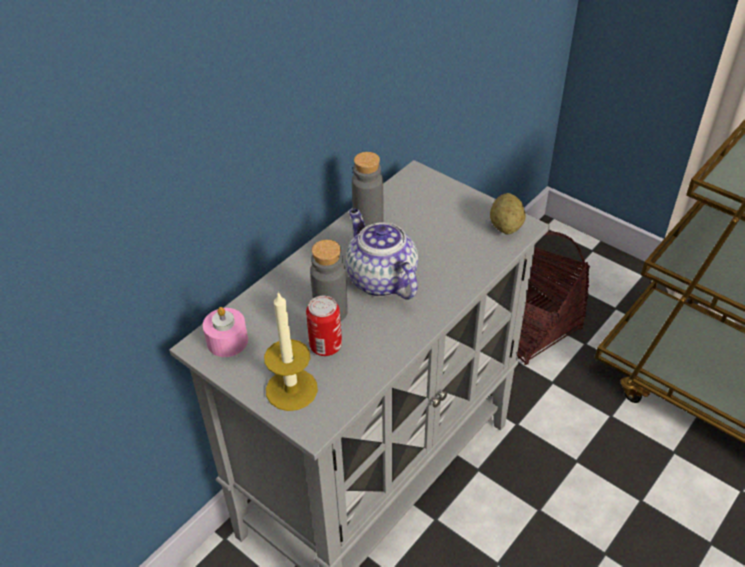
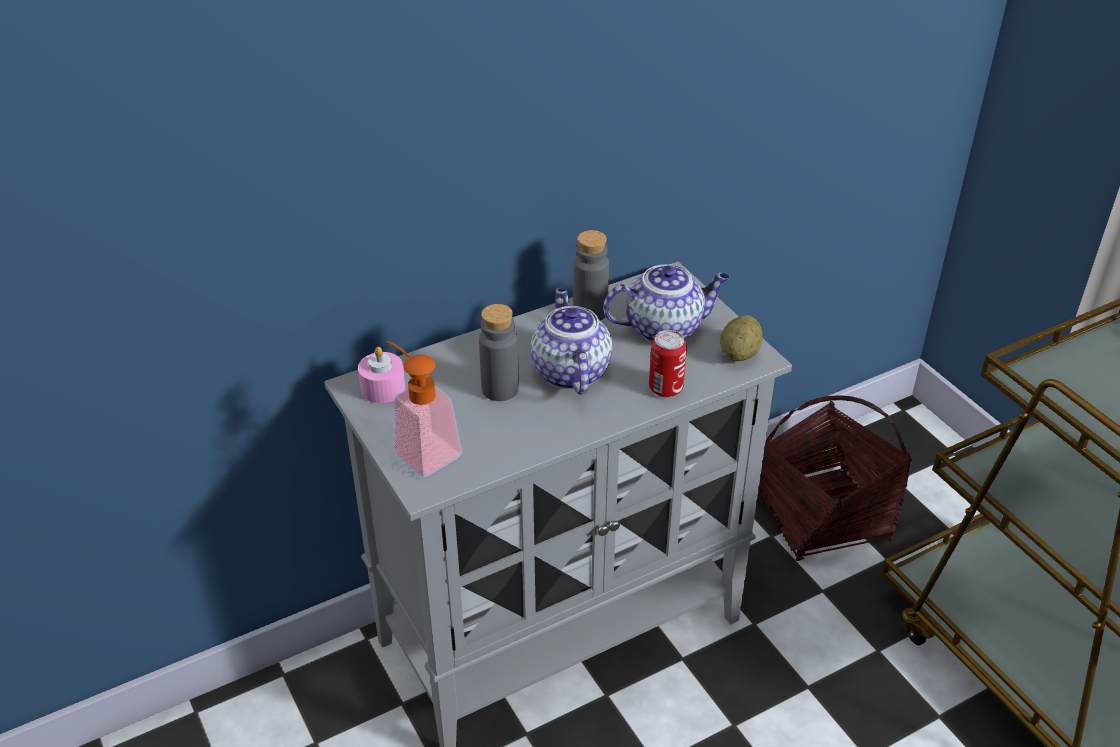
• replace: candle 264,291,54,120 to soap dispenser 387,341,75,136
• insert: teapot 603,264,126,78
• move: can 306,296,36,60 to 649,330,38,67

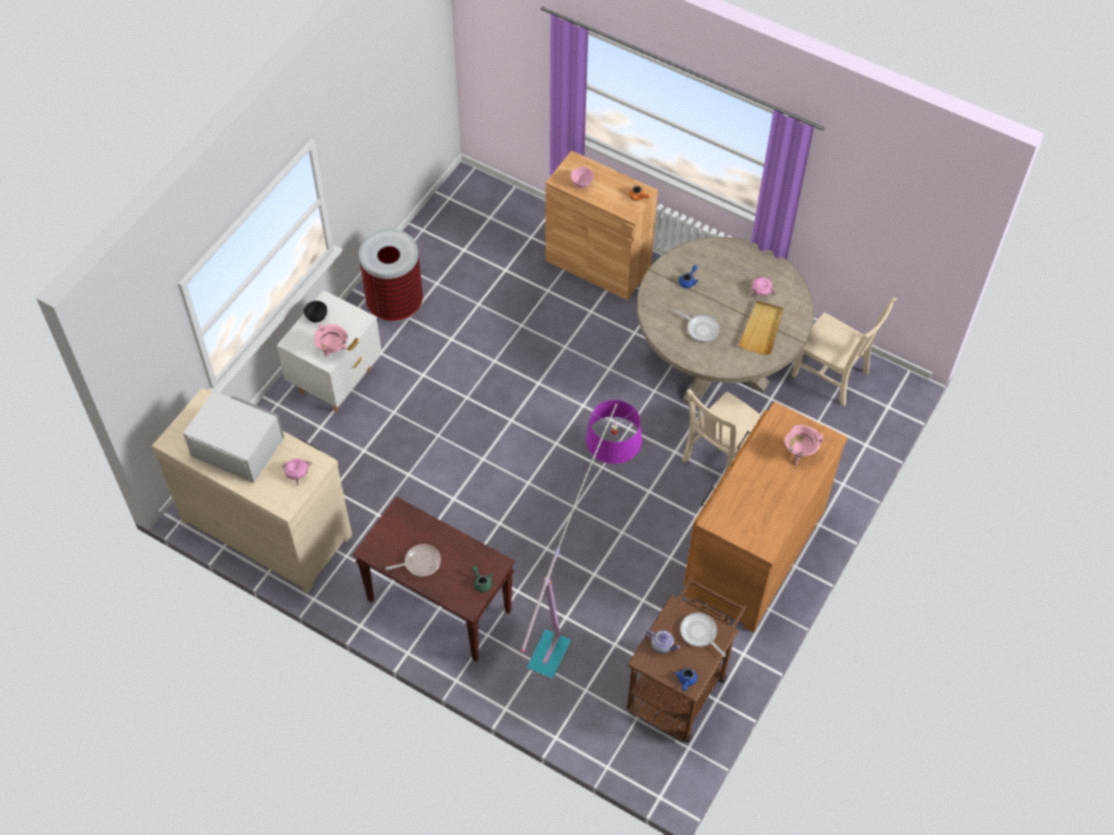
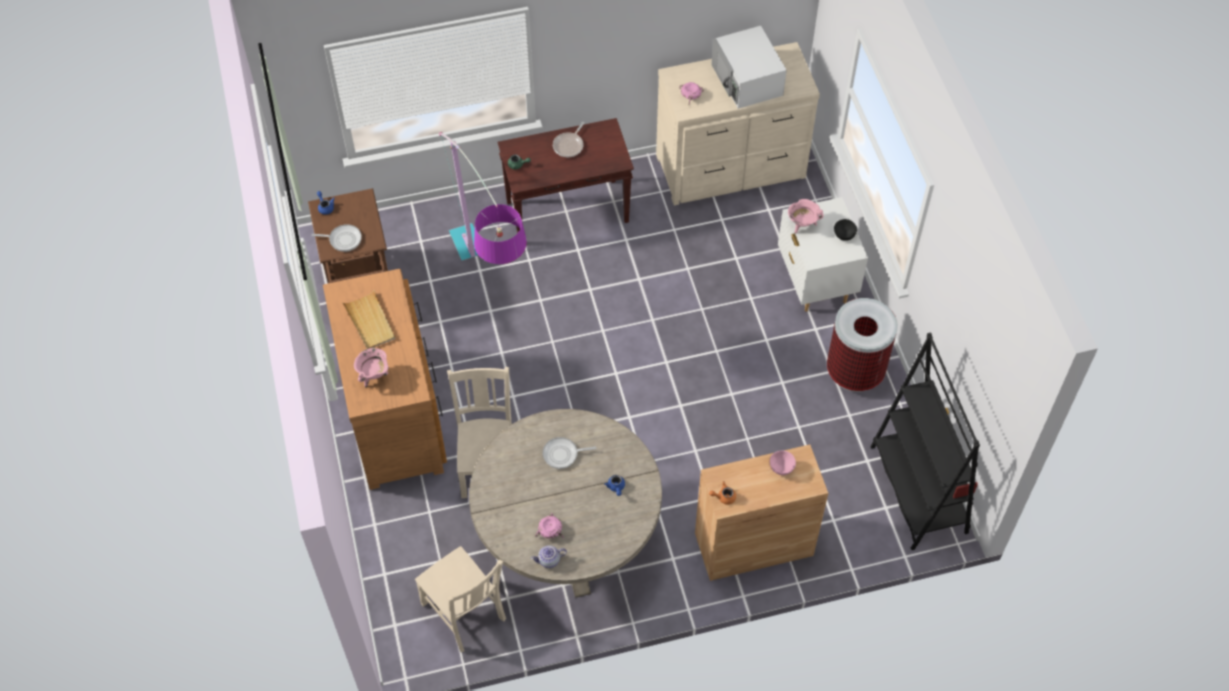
• move: beige tray 739,301,45,54 to 342,290,54,59
• rotate: beige chair 791,298,106,108 = 415,546,91,106 120 degrees counterclockwise
• move: teapot 646,630,34,24 to 531,545,36,23
• rotate: white microwave 183,390,101,93 = 711,26,76,83 90 degrees clockwise
• insert: black bookcase 870,332,110,218

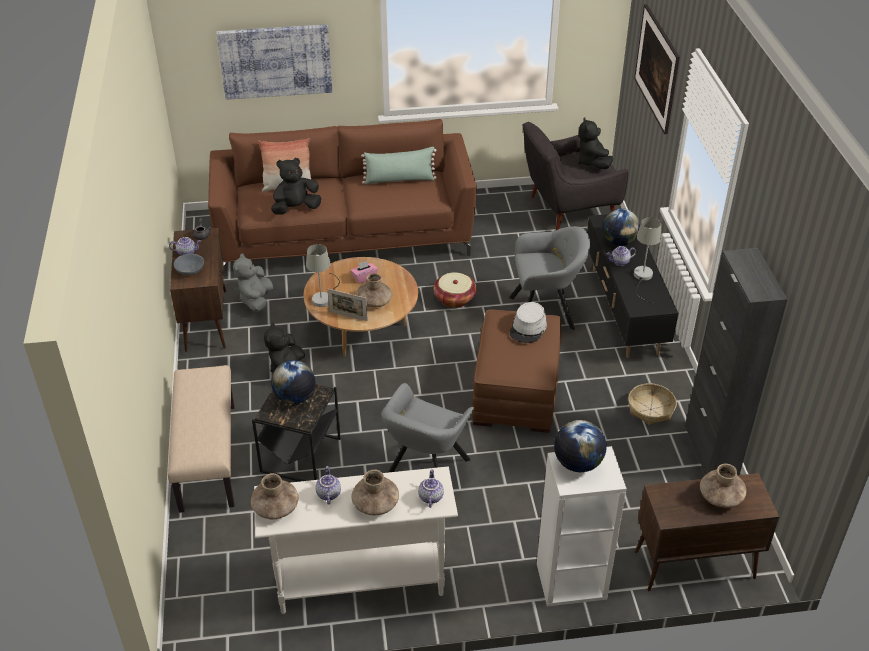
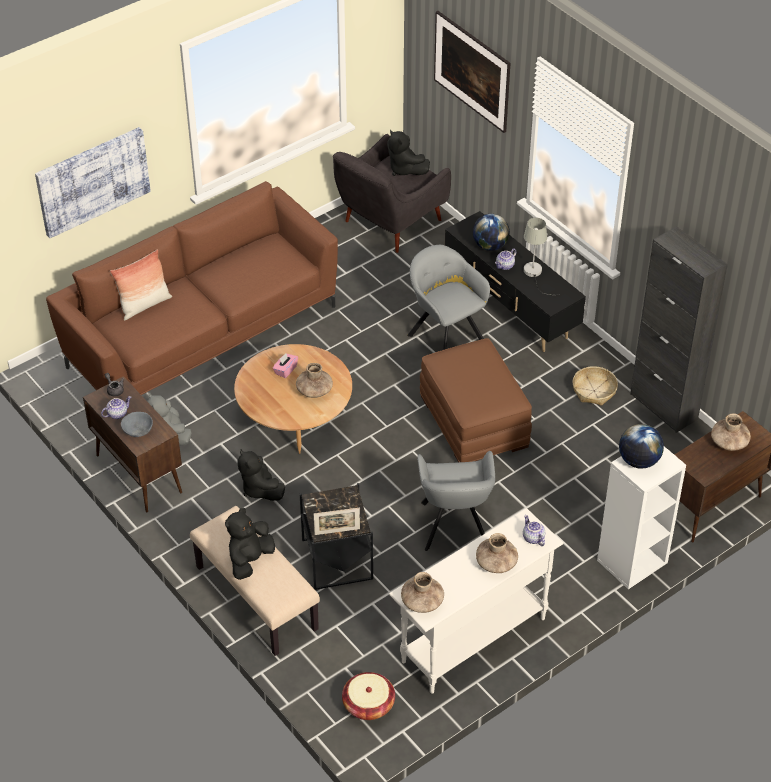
• move: black plush toy 271,158,50,56 to 225,507,50,73
• move: picture frame 327,289,41,32 to 314,508,46,27
• move: basket 433,272,44,36 to 342,672,53,48
• rotate: grey armchair 509,226,81,104 = 407,245,83,105 90 degrees counterclockwise
• delete: globe 271,360,44,44
• delete: grey table lamp 306,244,34,63
• delete: teapot 316,466,25,38
• delete: green pillow 361,147,76,37
• delete: grey hat 510,302,37,41

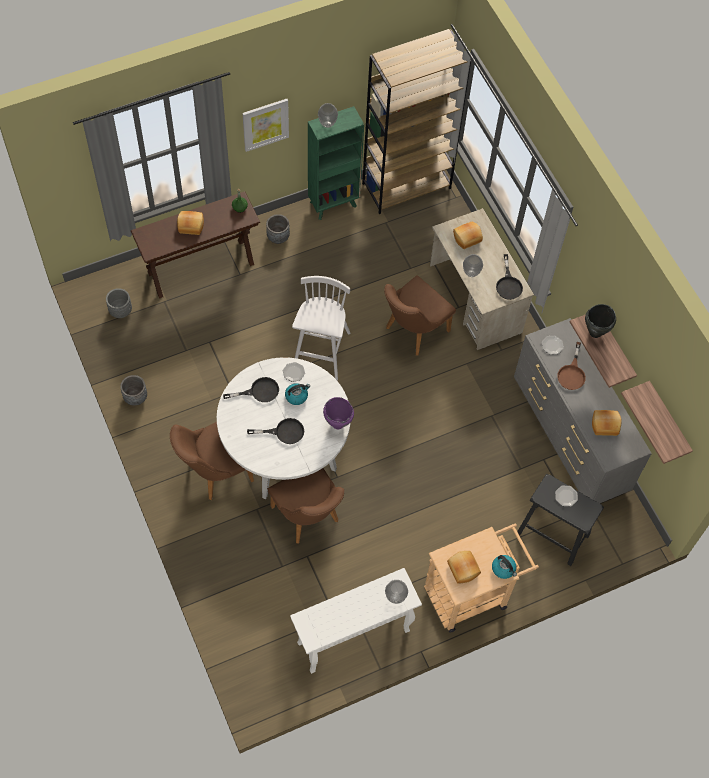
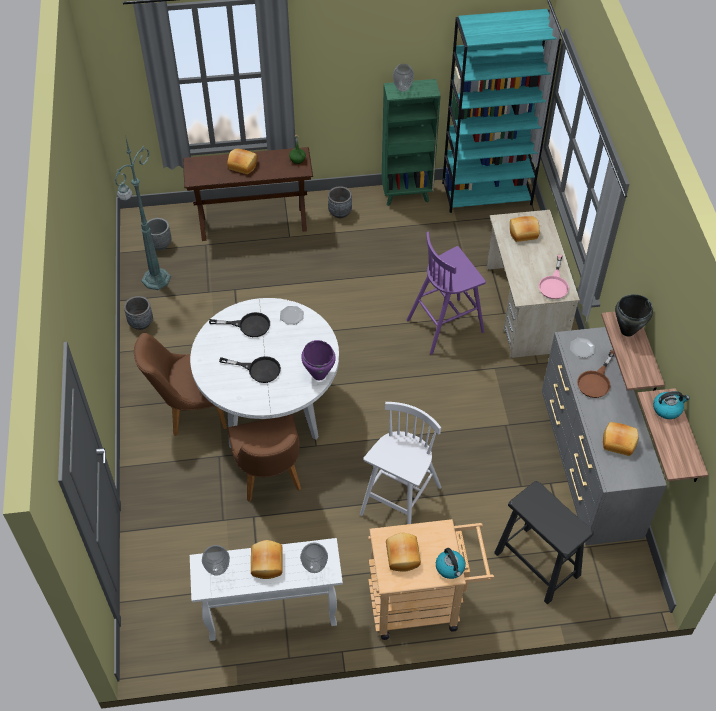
• insert: green floor lamp 115,135,56,155
• move: vase 463,254,20,23 to 202,545,28,31
• insert: bread 251,540,31,39
• move: white stool 292,276,58,105 to 360,402,81,122
• replace: brown chair 384,275,72,81 to purple stool 407,231,79,124
• recolor: brown bookcase 362,29,109,185 to turquoise bookcase 442,9,119,204
• recolor: black frying pan 496,254,27,46 to pink frying pan 539,255,30,44
• move: kettle 285,383,25,22 to 653,391,37,28
• delete: picture 242,99,47,53
• delete: plate 555,486,23,20

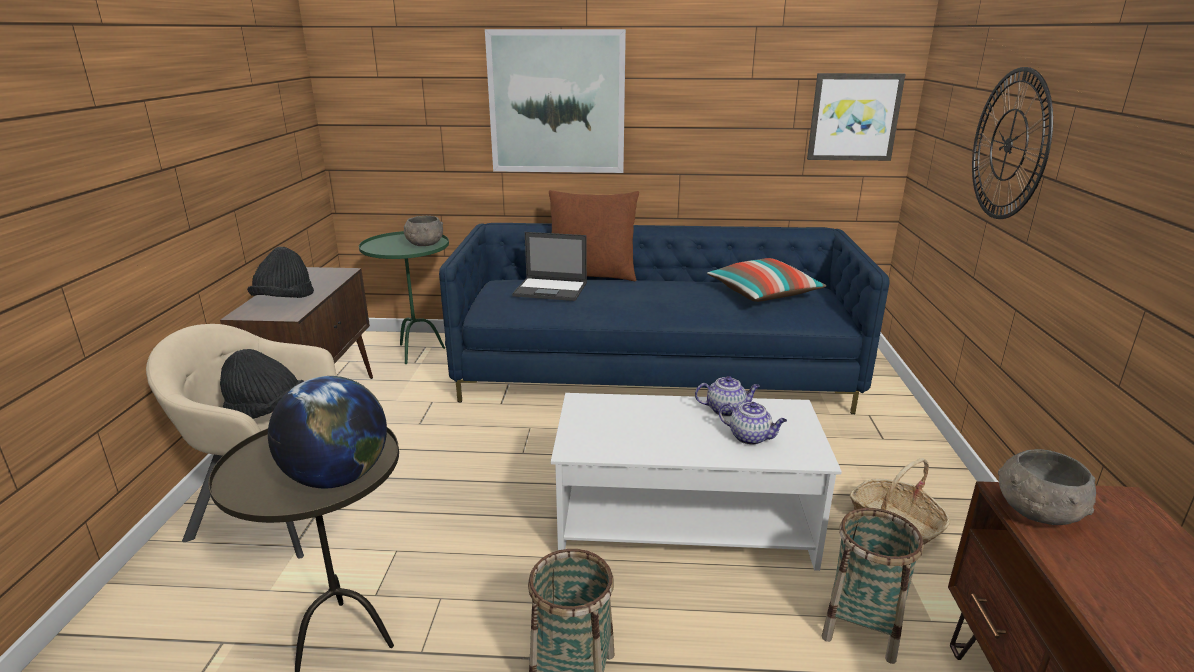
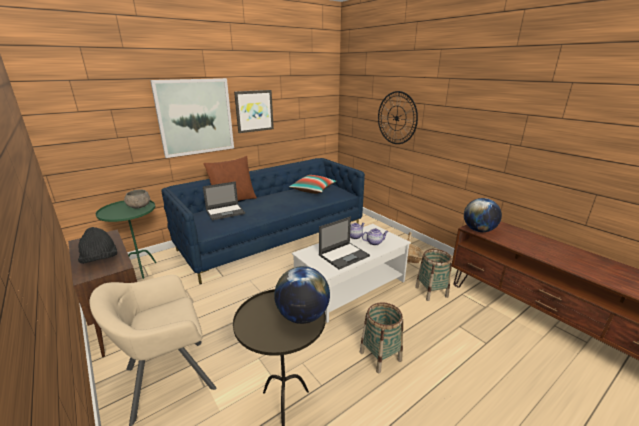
• move: picture 807,73,98,88 to 234,90,40,43
• insert: laptop 319,216,51,53
• replace: grey bowl 998,449,98,76 to globe 464,198,38,34
• delete: black hat 220,349,84,70

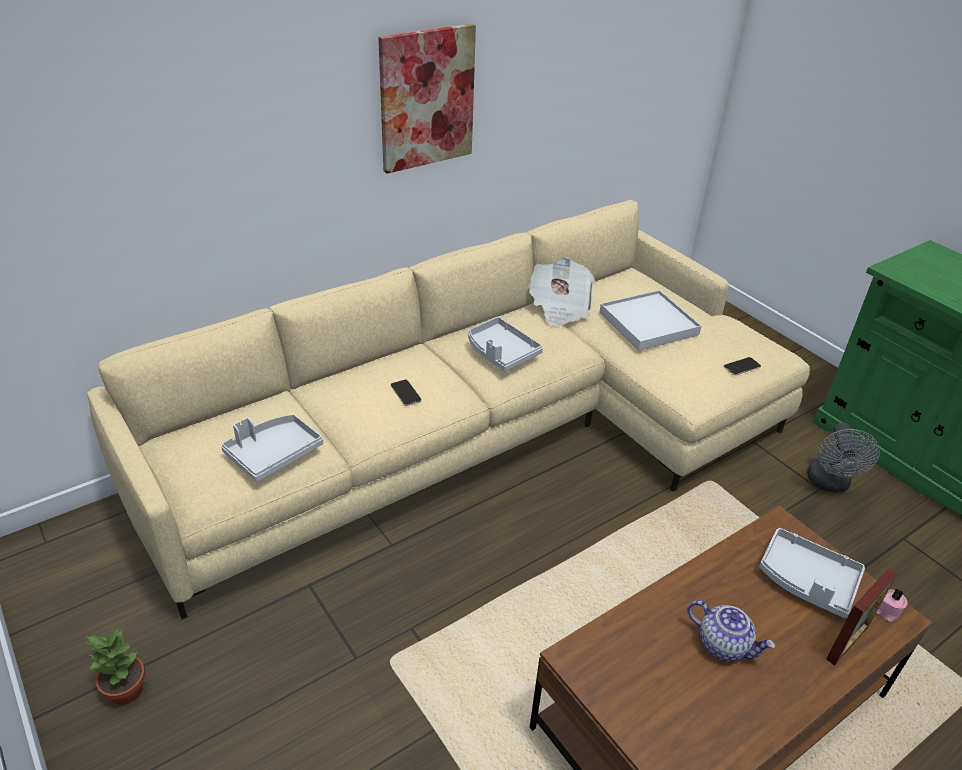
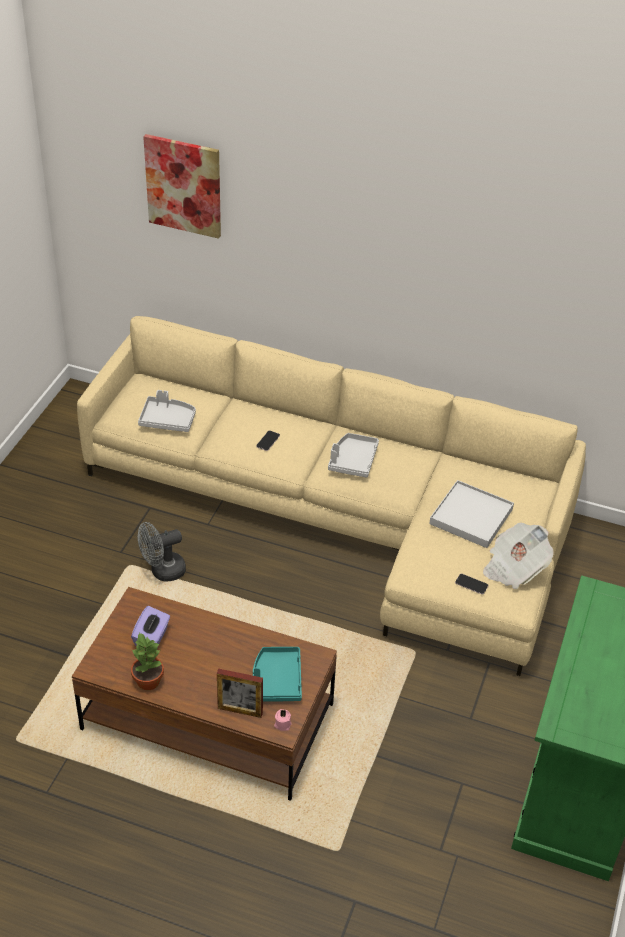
• insert: purple tissue box 131,606,39,40
• move: potted plant 86,629,59,76 to 131,632,33,58
• move: grey fan 807,423,73,70 to 138,522,48,59
• move: picture 378,23,98,151 to 143,134,78,105
• recolor: grey tray 759,528,106,90 to turquoise tray 253,647,49,55
• move: newspaper 528,257,67,69 to 483,522,71,67
• delete: teapot 688,600,87,62

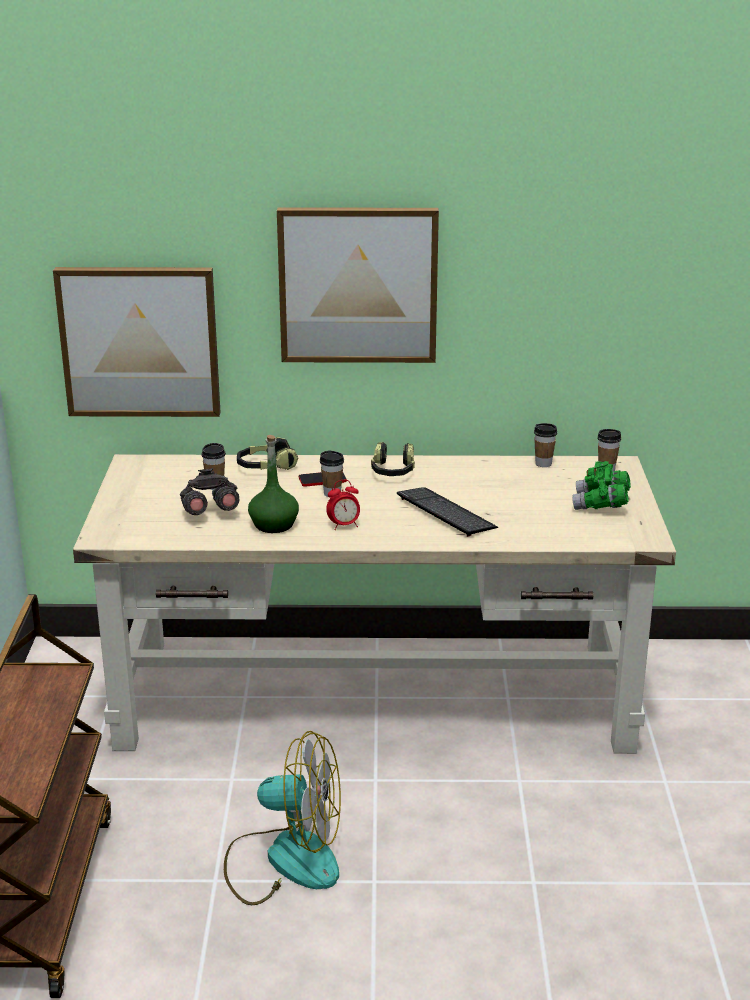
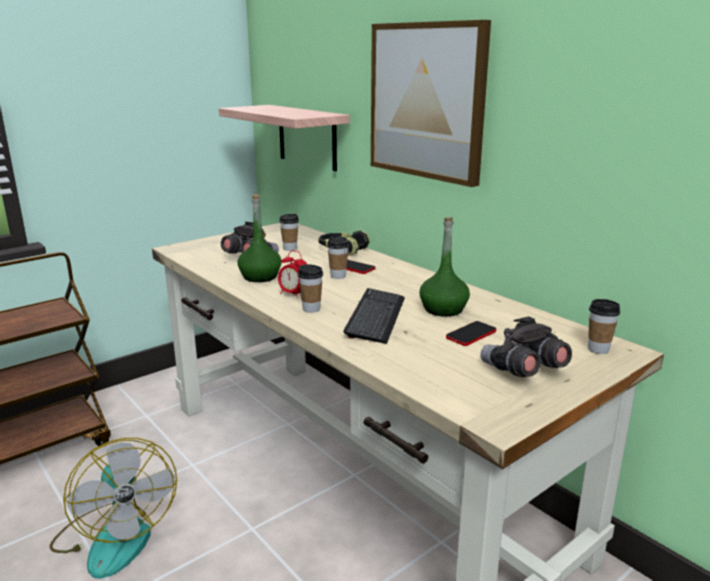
• replace: picture 53,267,168,150 to shelf 219,105,131,66
• move: cup 534,423,23,44 to 298,264,25,49
• insert: green bottle 419,217,51,100
• insert: phone 446,321,50,25
• recolor: green binoculars 572,461,59,49 to grey binoculars 481,317,91,60
• delete: headphones 371,442,44,34

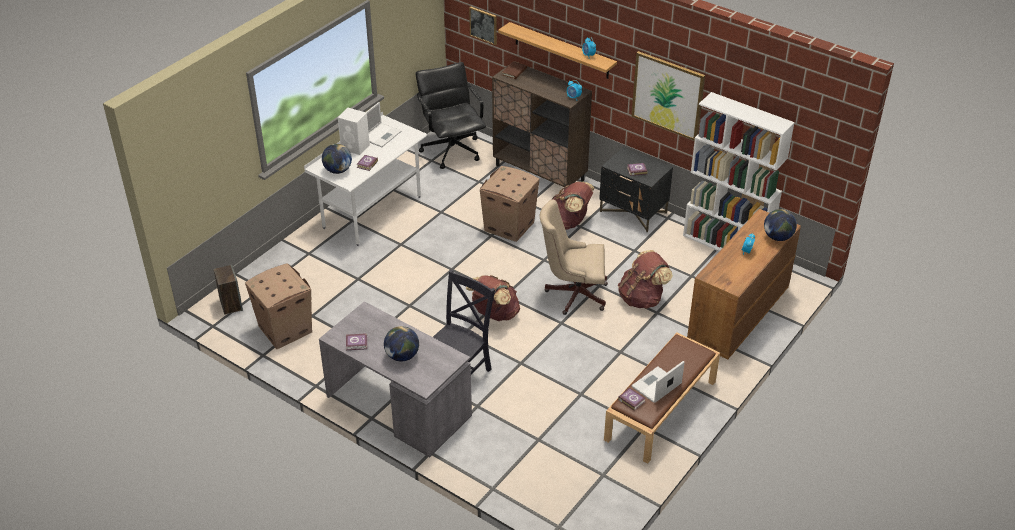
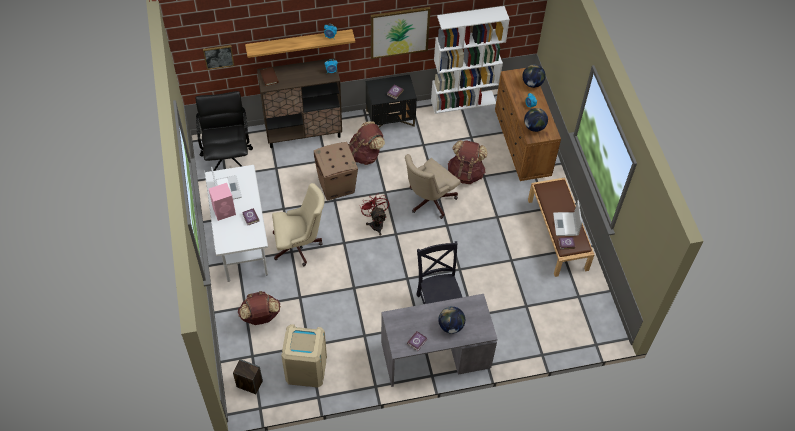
• rotate: black office chair 416,62,70,107 = 196,91,57,80 60 degrees clockwise
• recolor: white speaker 338,108,32,47 to pink speaker 209,183,27,38
• move: brown backpack 466,275,54,46 to 238,291,43,34
• insert: beige office chair 272,183,53,83
• replace: cardboard box 245,263,67,86 to beige trash can 281,324,46,64
• insert: red fan 360,193,29,43
• move: globe 322,144,30,30 to 524,108,24,24

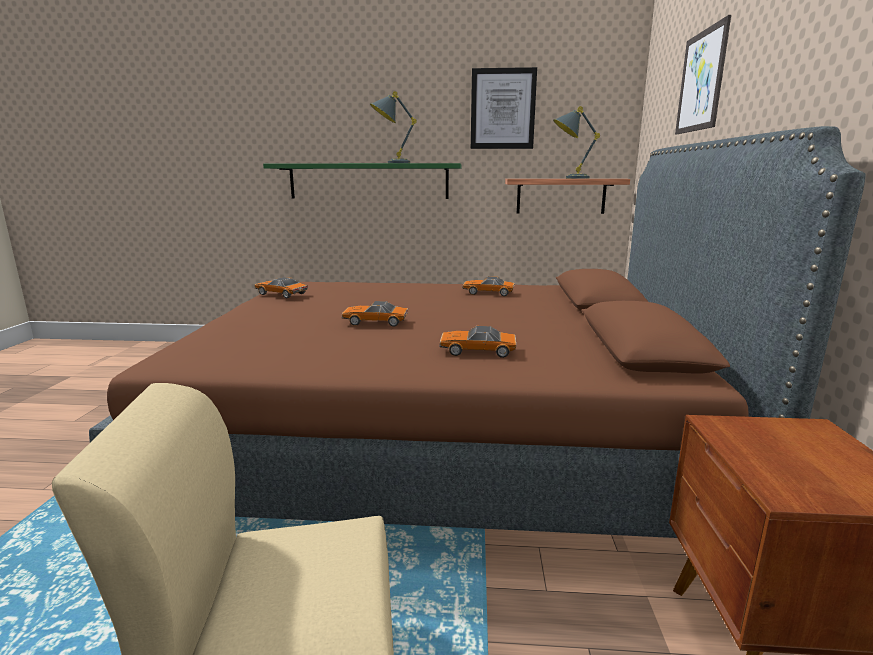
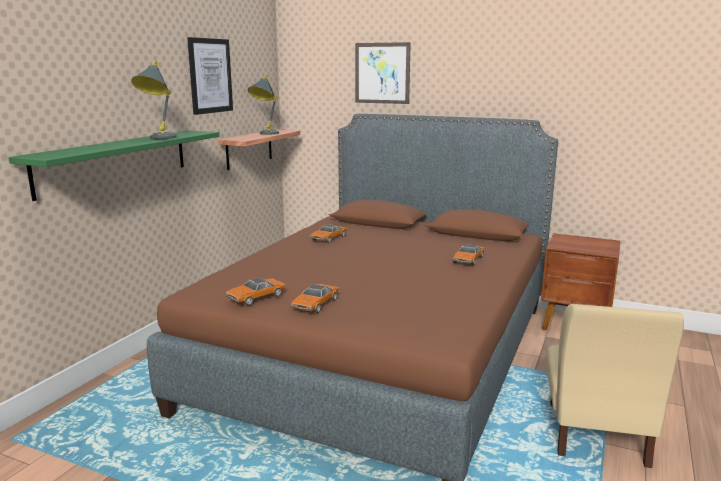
• move: toy car 342,301,66,26 to 291,284,48,29

